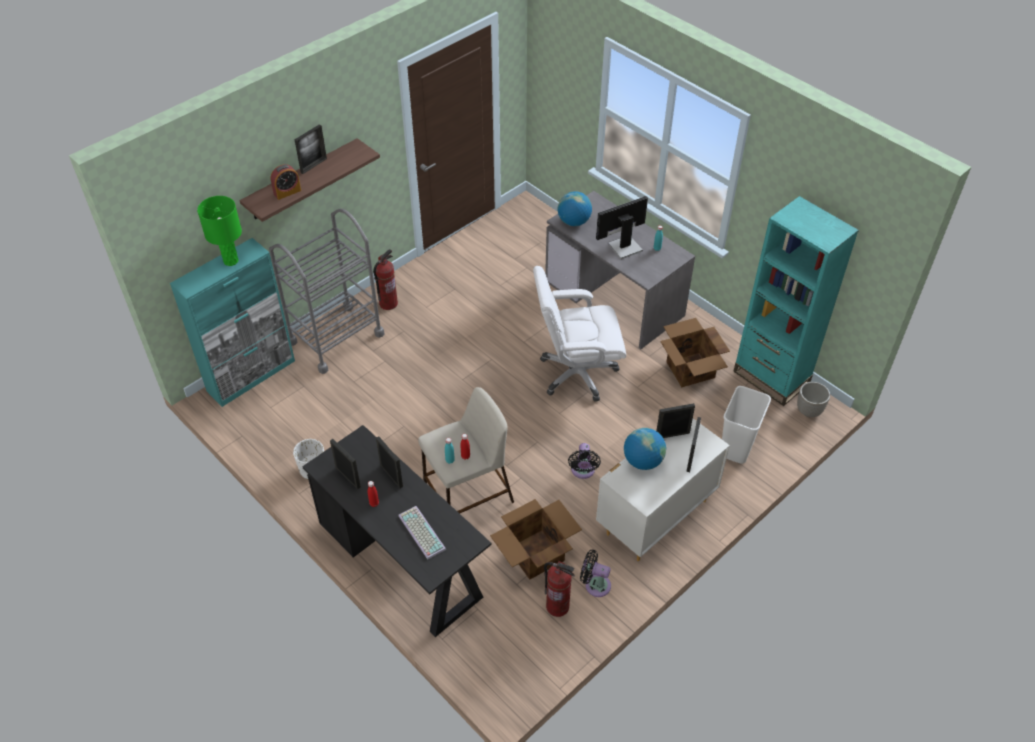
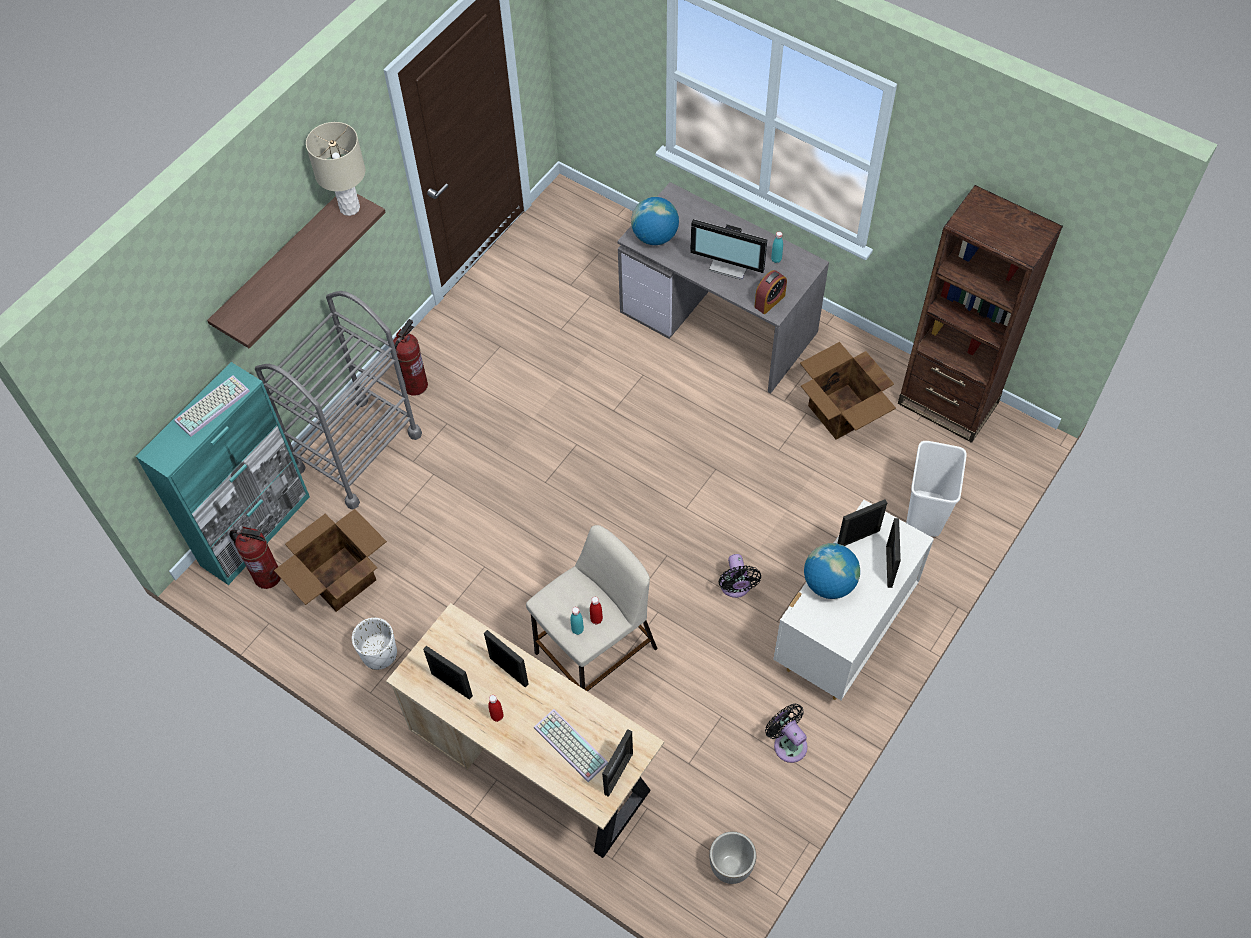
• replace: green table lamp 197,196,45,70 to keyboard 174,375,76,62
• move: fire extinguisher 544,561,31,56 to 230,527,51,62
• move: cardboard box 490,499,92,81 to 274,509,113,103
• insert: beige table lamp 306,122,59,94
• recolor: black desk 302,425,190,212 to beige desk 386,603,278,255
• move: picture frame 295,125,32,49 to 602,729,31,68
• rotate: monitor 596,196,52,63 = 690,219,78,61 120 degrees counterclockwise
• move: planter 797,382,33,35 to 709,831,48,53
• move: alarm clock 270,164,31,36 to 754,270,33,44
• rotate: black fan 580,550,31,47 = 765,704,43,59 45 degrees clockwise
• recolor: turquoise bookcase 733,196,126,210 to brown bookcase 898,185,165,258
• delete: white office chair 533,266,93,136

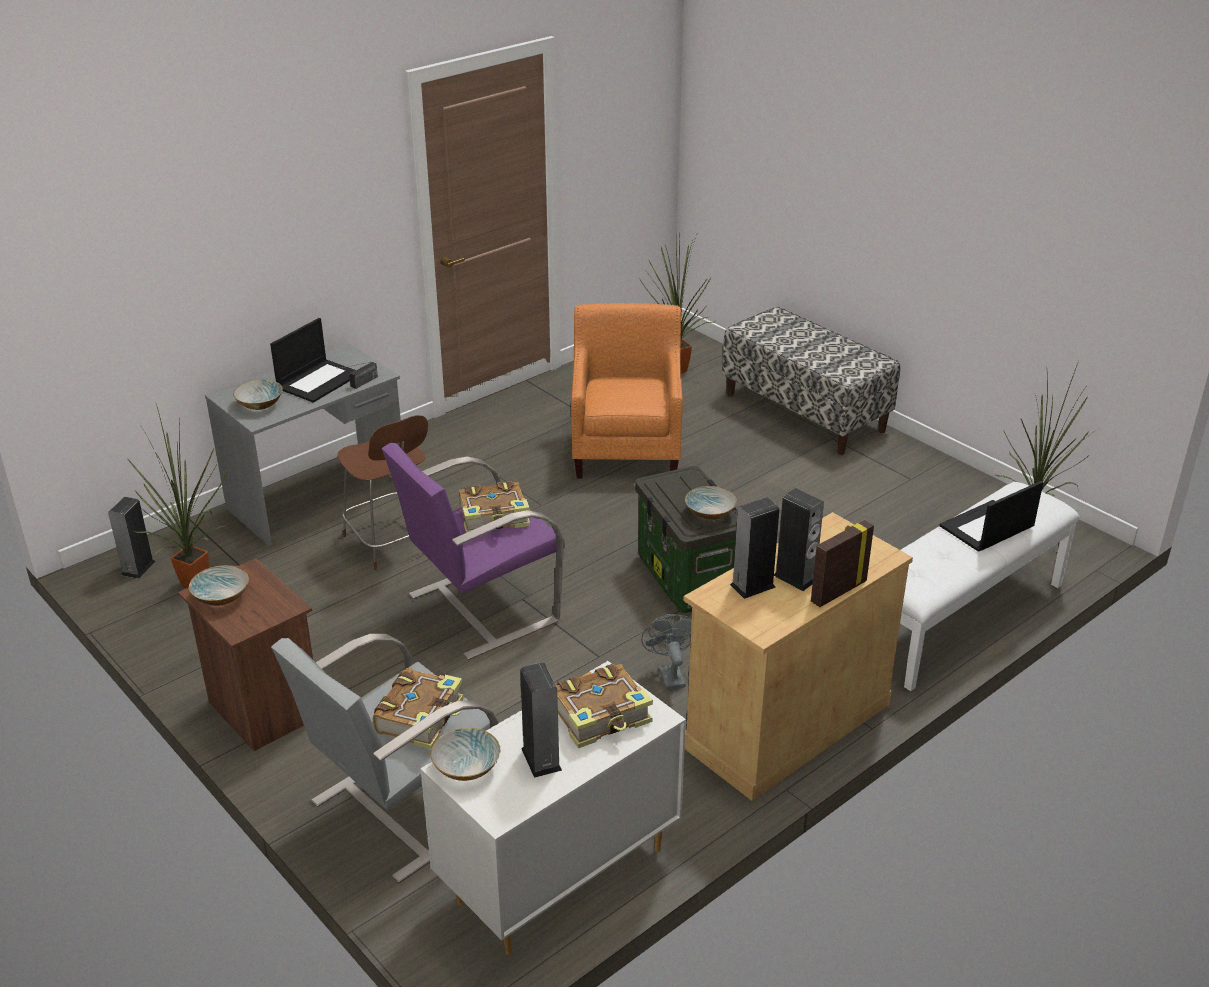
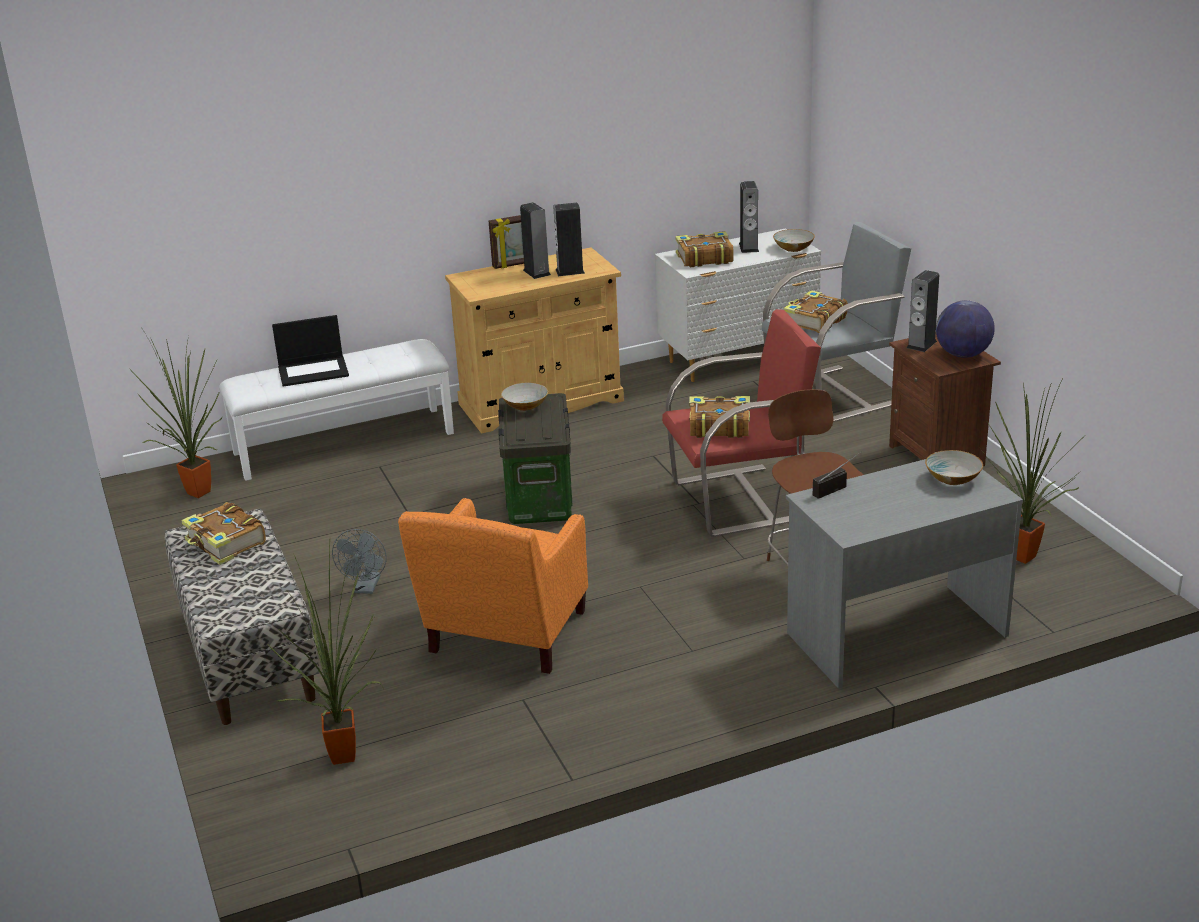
• insert: book 181,502,85,63
• move: grey fan 641,614,51,76 to 332,529,55,65
• recolor: purple armchair 382,443,183,217 to red armchair 662,309,159,228
• move: speaker 108,497,47,82 to 907,270,32,82
• replace: bowl 189,565,60,41 to globe 936,300,59,58
• delete: laptop 270,318,86,85

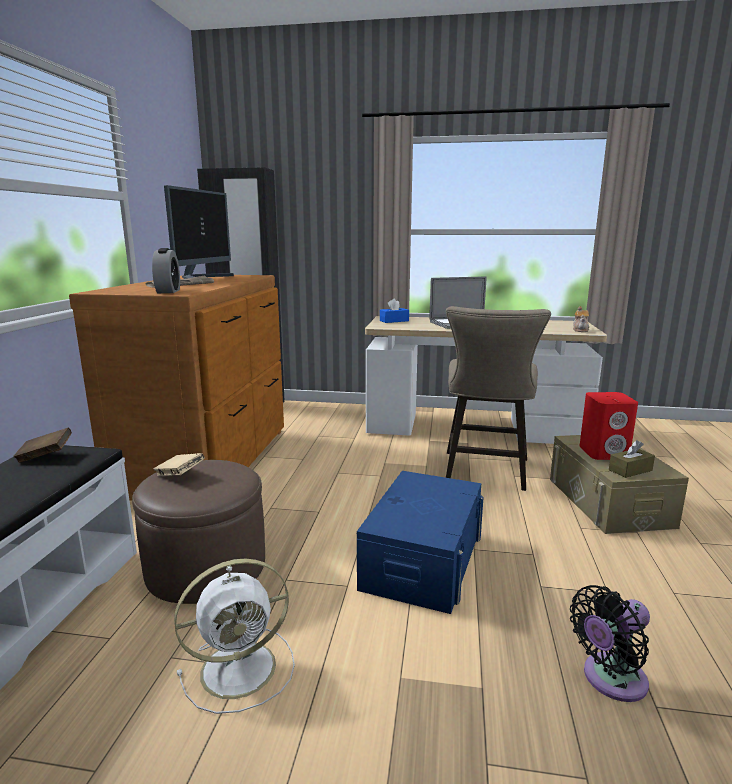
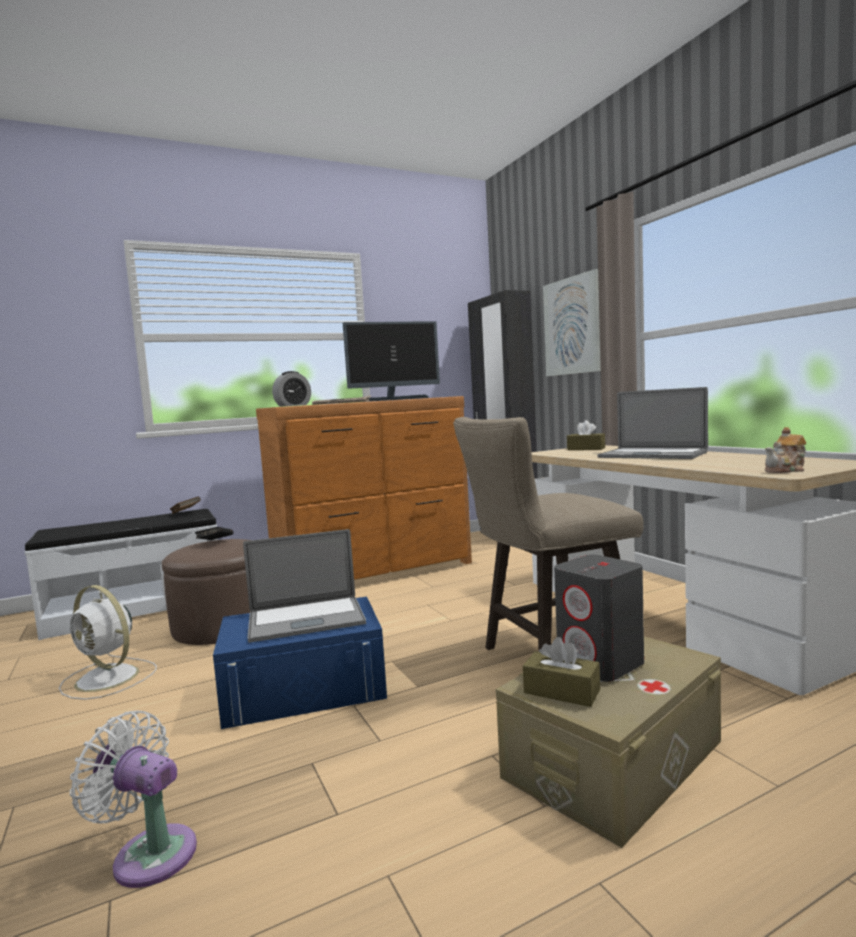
• recolor: black fan 570,585,80,117 to white fan 70,710,127,178
• recolor: beige book 154,453,51,23 to black book 195,527,38,13
• insert: laptop 243,529,123,114
• insert: picture 543,269,58,107
• recolor: red speaker 579,392,59,68 to grey speaker 554,555,90,127
• recolor: blue tissue box 380,298,29,25 to brown tissue box 567,420,38,30

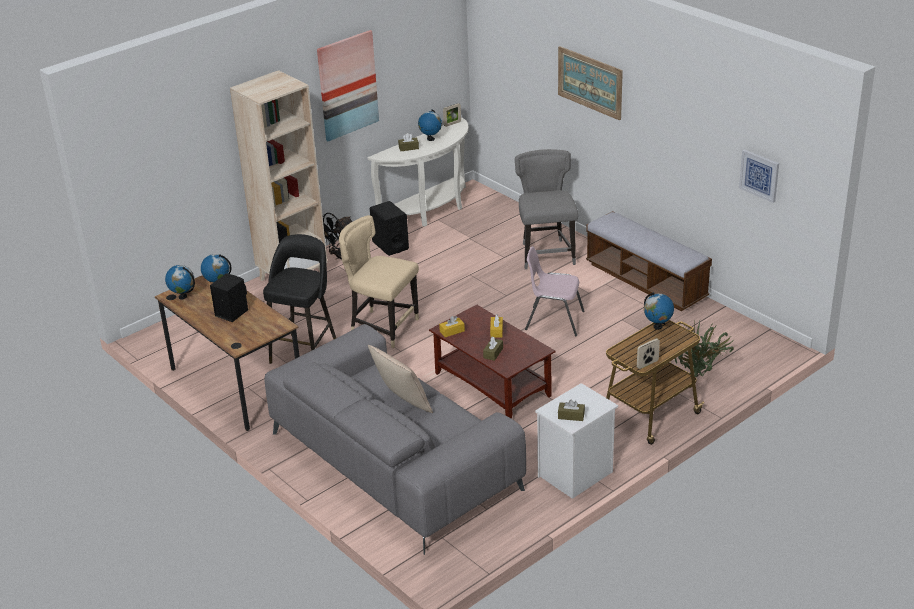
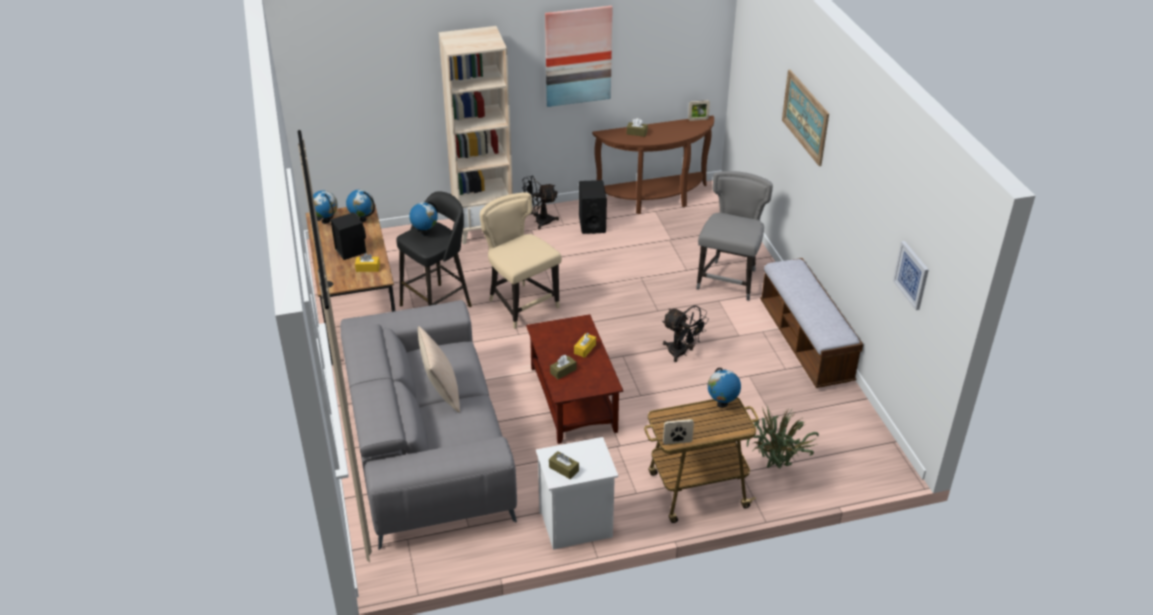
• move: yellow tissue box 439,316,26,21 to 355,253,25,19
• move: globe 418,109,24,32 to 409,201,29,35
• recolor: white console table 368,118,100,108 to brown console table 592,116,122,98
• replace: pink chair 525,246,59,91 to black fan 662,306,47,56

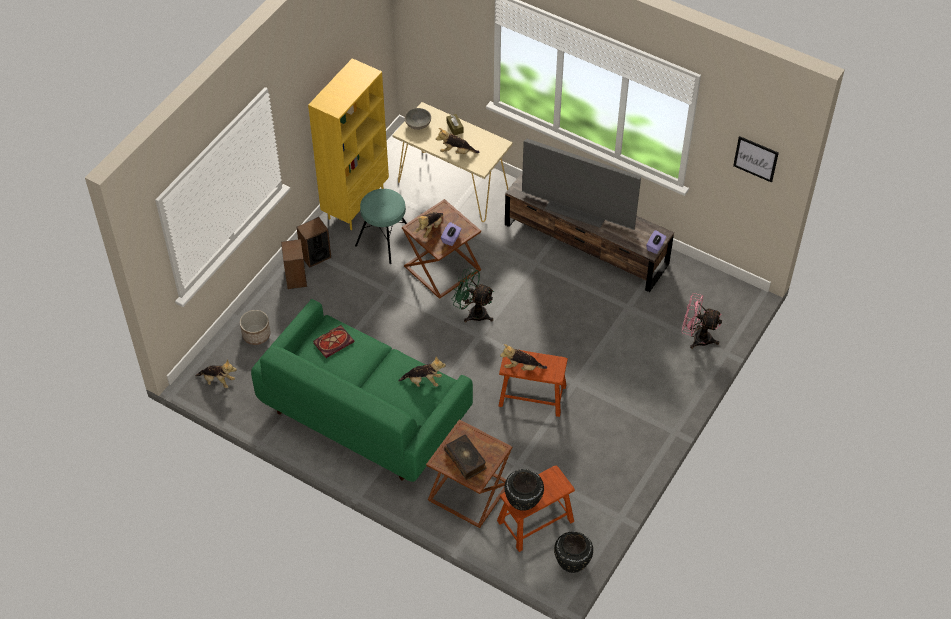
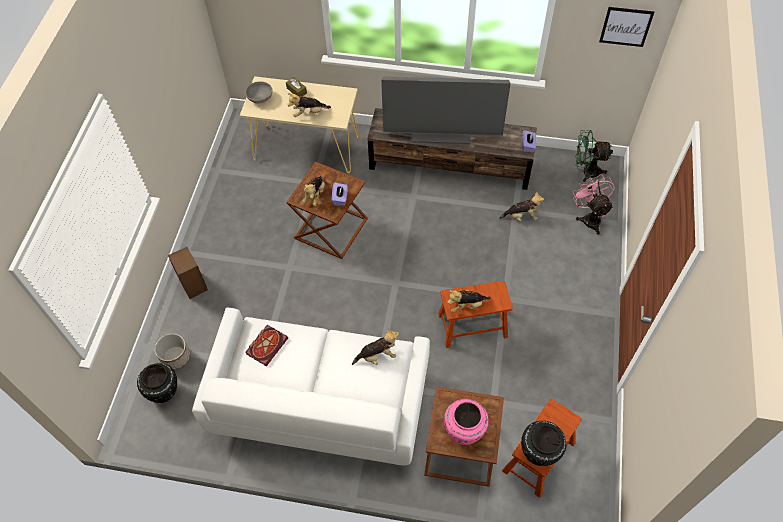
• move: black vase 554,531,39,42 to 137,363,40,40
• recolor: green sofa 251,299,222,183 to white sofa 192,308,238,157
• replace: book 444,435,42,45 to pink vase 444,399,45,46
• move: plush toy 195,360,42,28 to 499,192,45,30
• rotate: pink fan 682,293,40,56 = 573,174,41,61 75 degrees clockwise
• move: green fan 452,268,42,55 to 575,130,38,52
• delete: speaker 297,217,34,51
• delete: yellow bookcase 308,58,81,172
• delete: turquoise stool 355,189,52,75

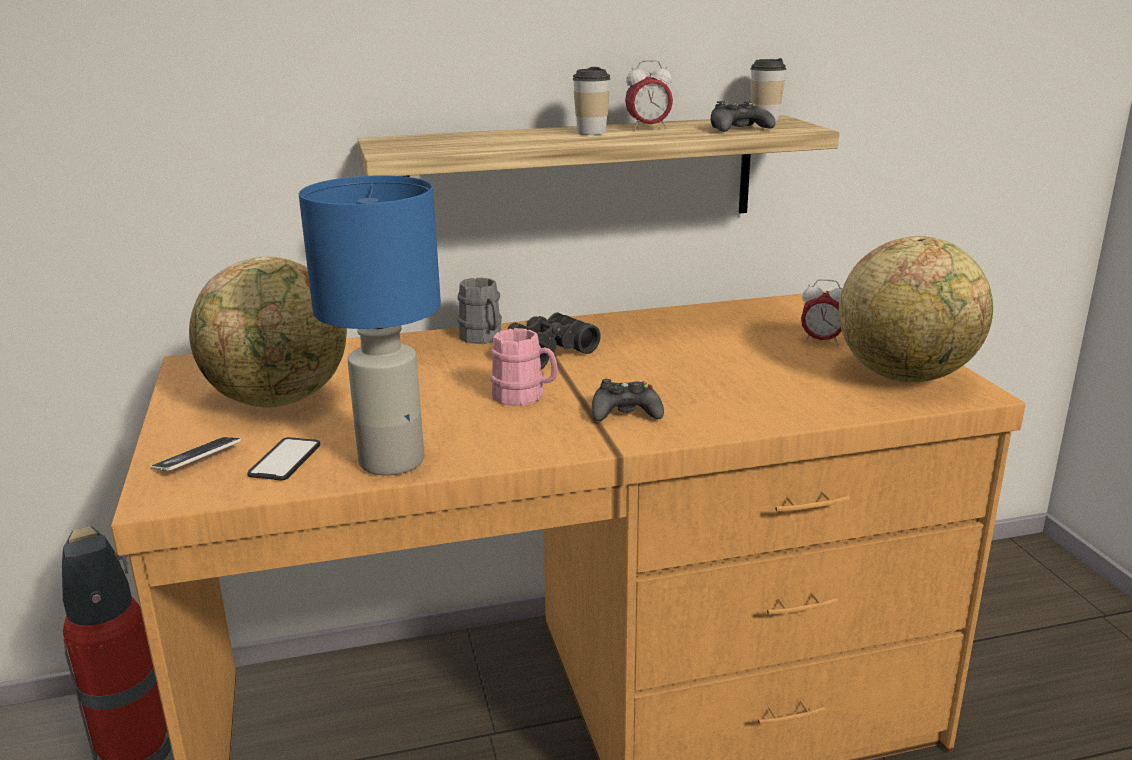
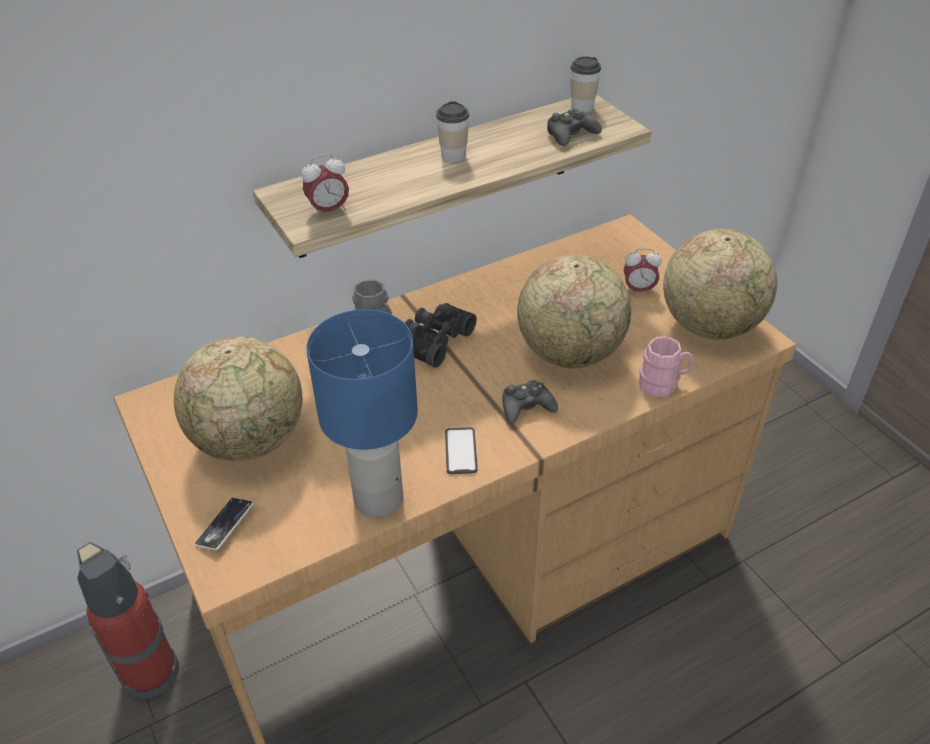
• move: alarm clock 625,60,48,70 to 302,154,47,64
• move: phone 247,437,73,43 to 445,427,33,47
• insert: globe 517,255,114,114
• move: pink mug 490,328,68,78 to 639,336,55,61

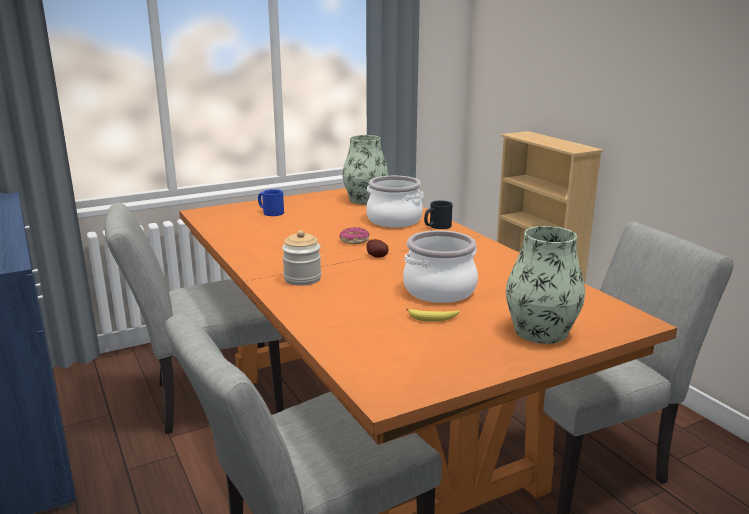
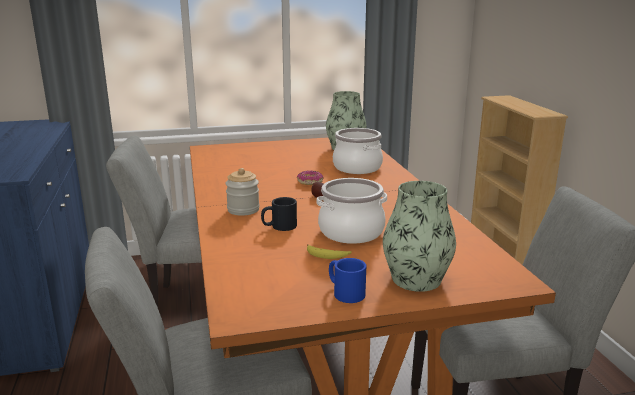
• move: black mug 424,200,29,29 to 261,197,36,34
• move: blue mug 258,189,26,27 to 329,258,38,45

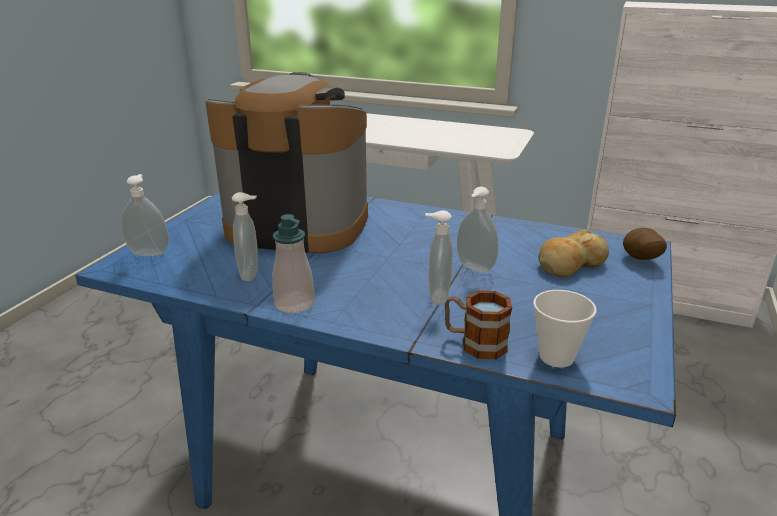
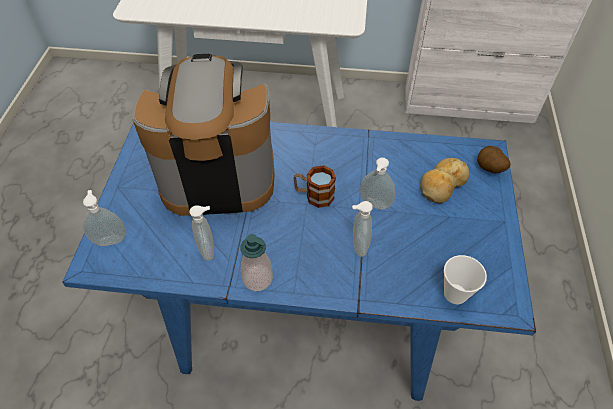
• move: mug 445,291,67,68 to 294,165,42,43

